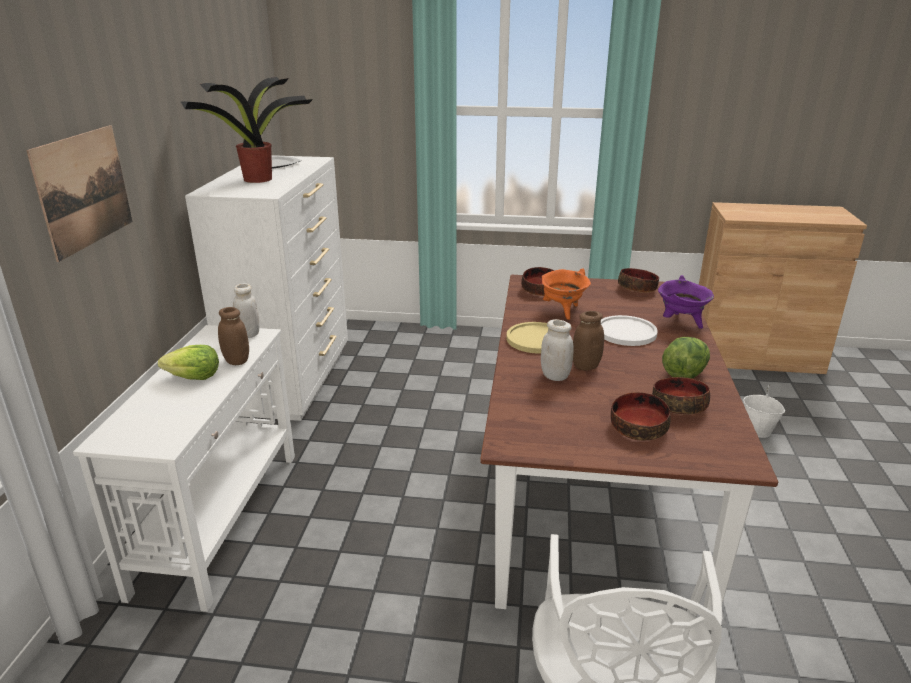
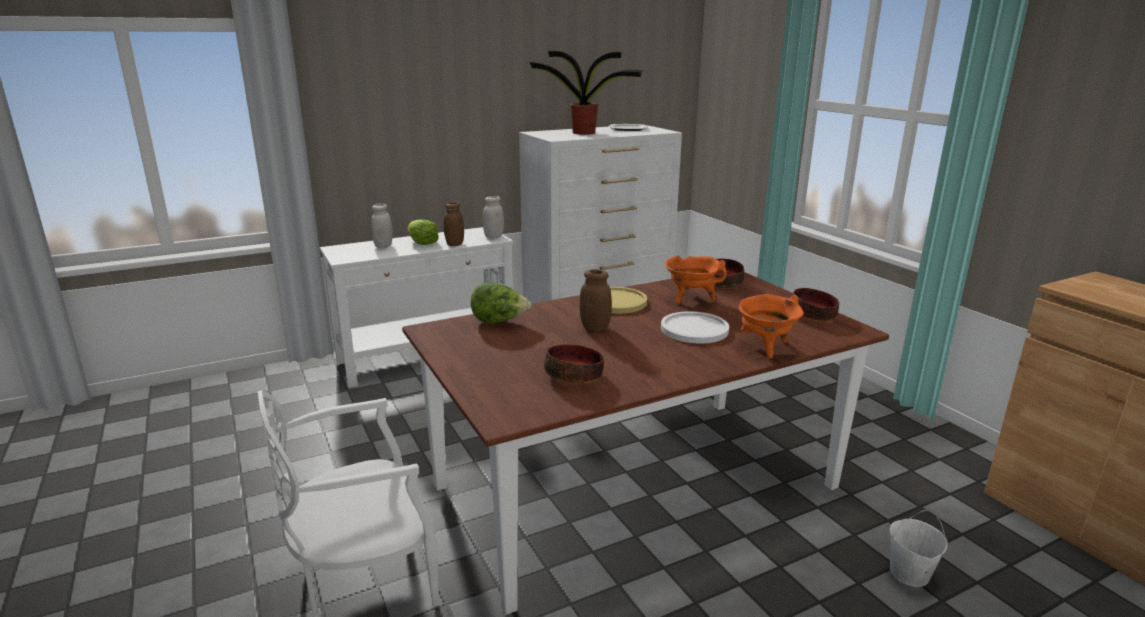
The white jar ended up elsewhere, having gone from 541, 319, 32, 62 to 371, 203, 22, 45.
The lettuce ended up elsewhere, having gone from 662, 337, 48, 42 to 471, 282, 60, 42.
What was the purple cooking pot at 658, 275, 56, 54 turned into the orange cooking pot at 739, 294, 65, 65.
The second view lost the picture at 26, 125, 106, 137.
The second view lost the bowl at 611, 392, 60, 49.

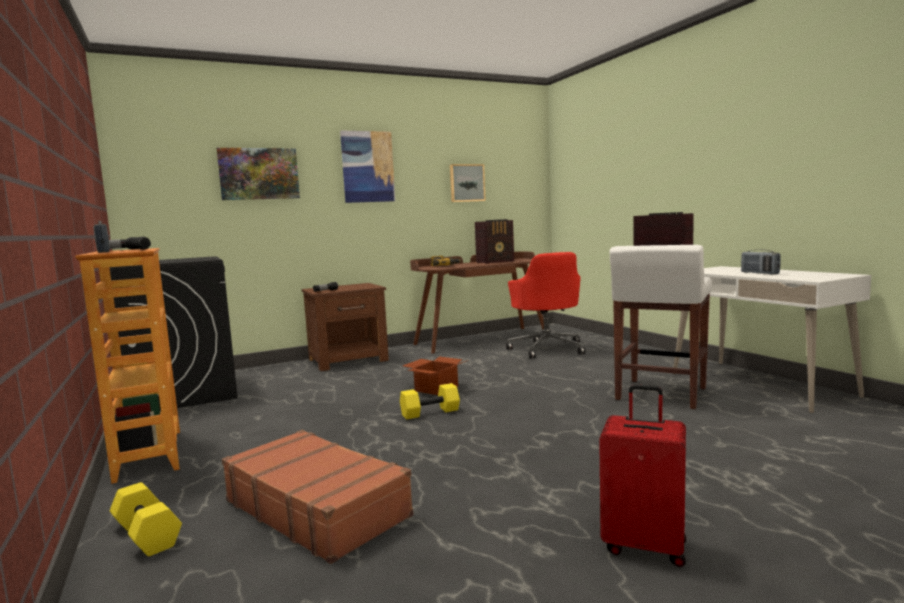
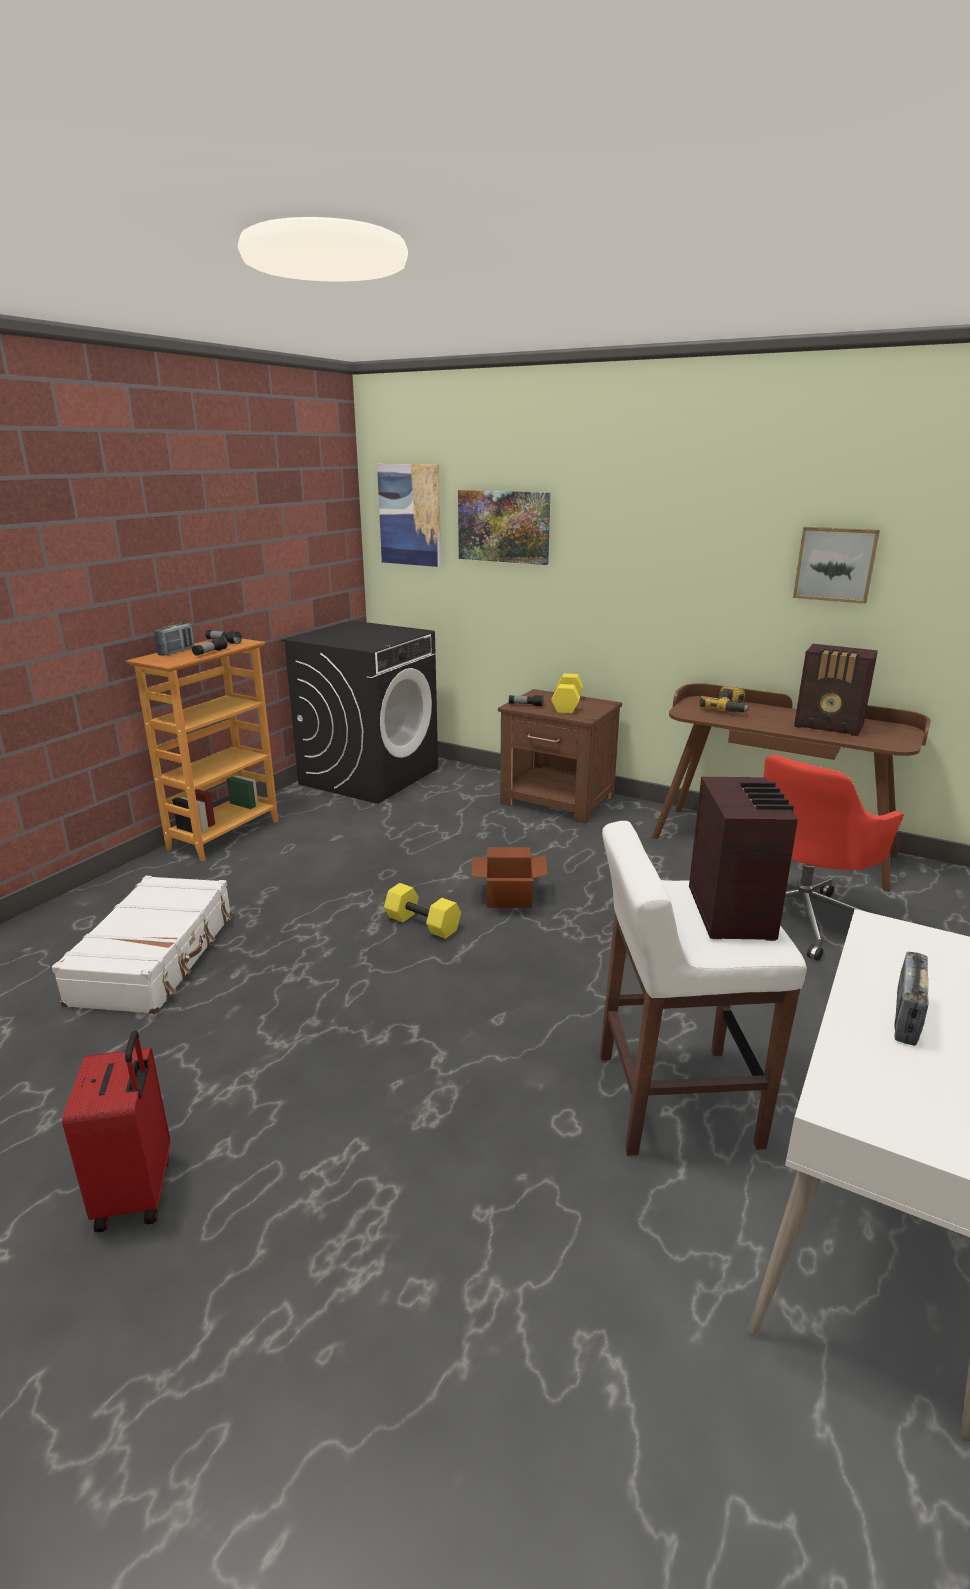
What was the brown suitcase at 222, 430, 192, 134 turned into the white suitcase at 52, 876, 180, 138.
The picture ended up elsewhere, having gone from 340, 130, 55, 73 to 377, 464, 64, 103.
The yellow dumbbell ended up elsewhere, having gone from 110, 482, 72, 74 to 551, 673, 32, 40.

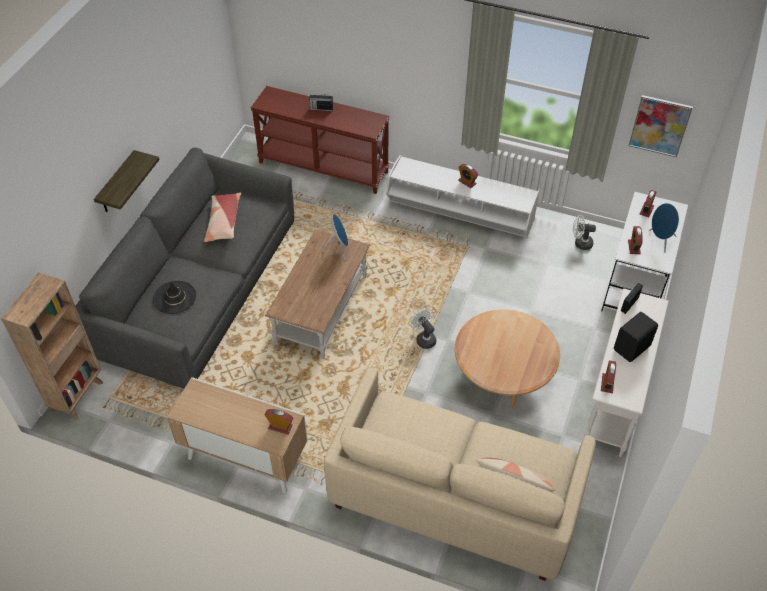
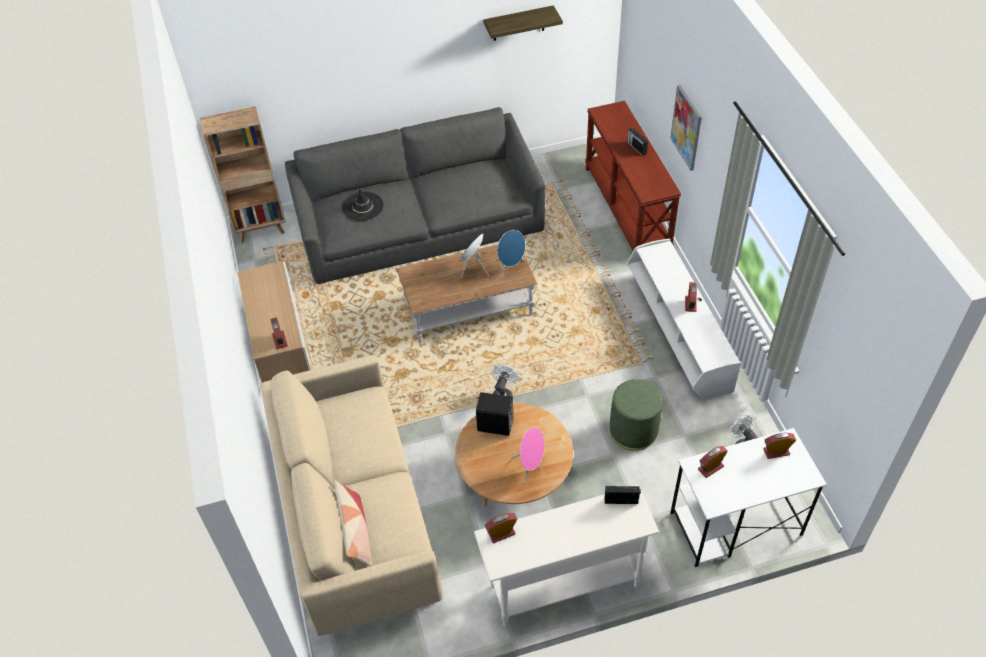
The blue speaker ended up elsewhere, having gone from 649, 203, 30, 50 to 459, 233, 30, 44.
The black speaker ended up elsewhere, having gone from 614, 312, 44, 50 to 476, 392, 38, 44.
The shelf ended up elsewhere, having gone from 94, 150, 66, 62 to 483, 5, 80, 36.
The second view gained the pink speaker at 511, 427, 34, 56.
The second view gained the green ottoman at 610, 379, 53, 71.
The picture ended up elsewhere, having gone from 629, 95, 64, 62 to 670, 85, 32, 86.
The second view lost the pillow at 204, 193, 37, 49.

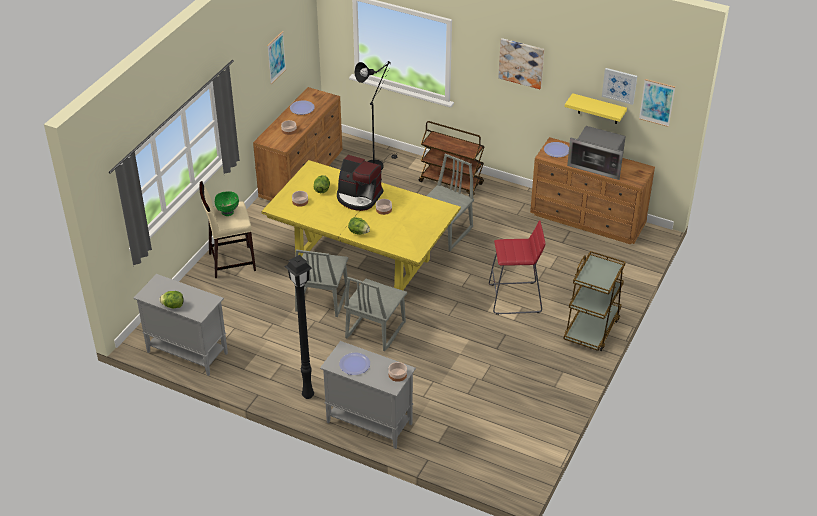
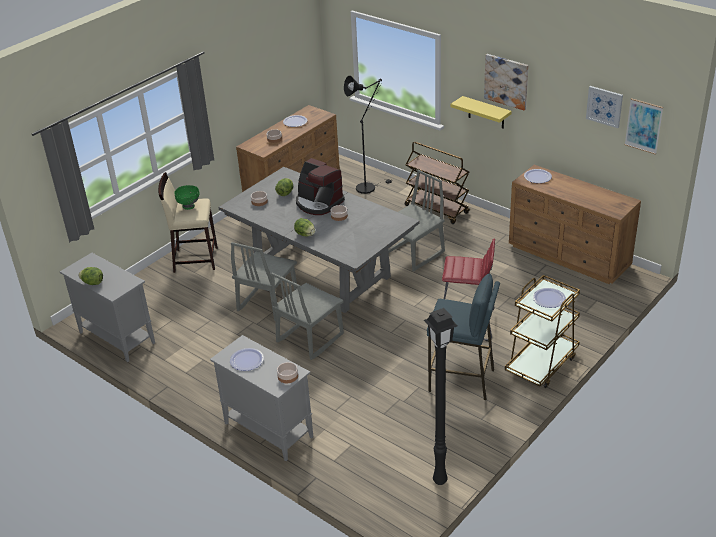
What was the yellow dining table at 261, 160, 200, 130 turned into the grey dining table at 218, 167, 201, 146.
The black floor lamp ended up elsewhere, having gone from 284, 255, 30, 144 to 424, 308, 34, 177.
The second view gained the blue stool at 427, 274, 73, 126.
The yellow shelf ended up elsewhere, having gone from 565, 93, 62, 31 to 450, 96, 62, 33.
The second view gained the plate at 533, 288, 33, 20.
The second view lost the picture at 267, 31, 19, 53.
The second view lost the microwave at 567, 126, 59, 54.

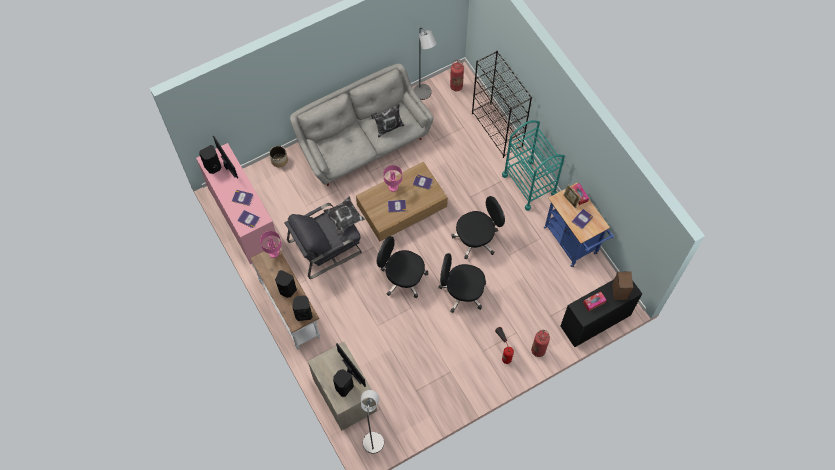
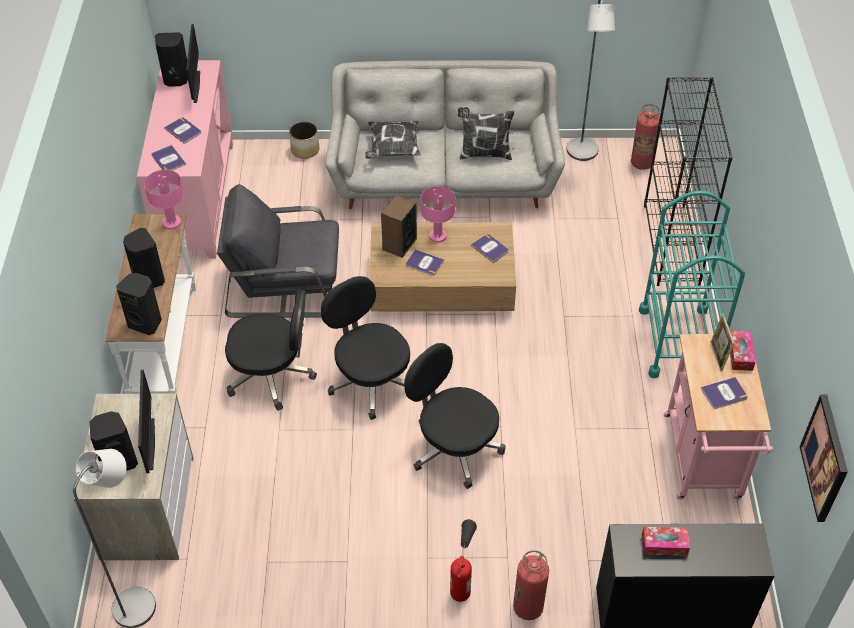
The black office chair ended up elsewhere, having gone from 451, 196, 54, 64 to 225, 289, 92, 121.
The pillow ended up elsewhere, having gone from 323, 196, 42, 40 to 365, 121, 56, 38.
The speaker ended up elsewhere, having gone from 612, 271, 21, 29 to 381, 195, 36, 63.
What was the blue cart at 544, 183, 70, 84 turned into the pink cart at 664, 334, 109, 166.
The second view gained the picture at 799, 395, 49, 127.

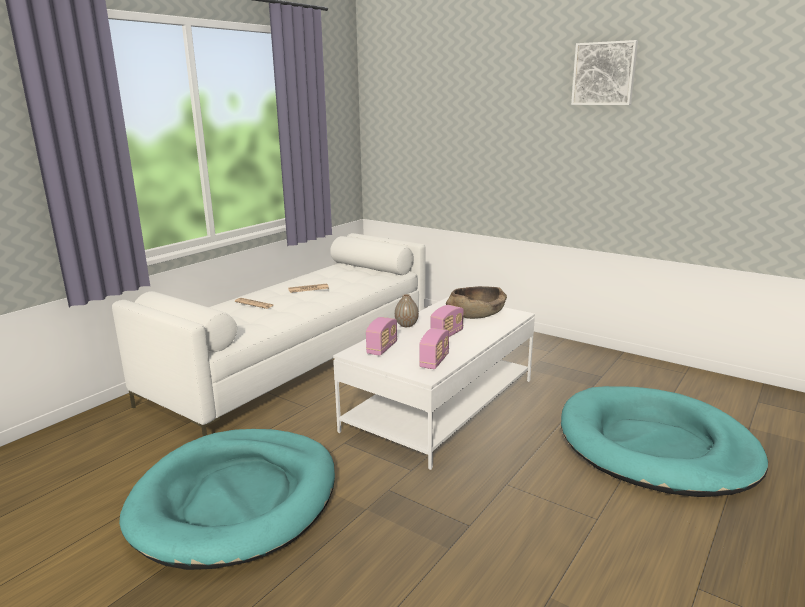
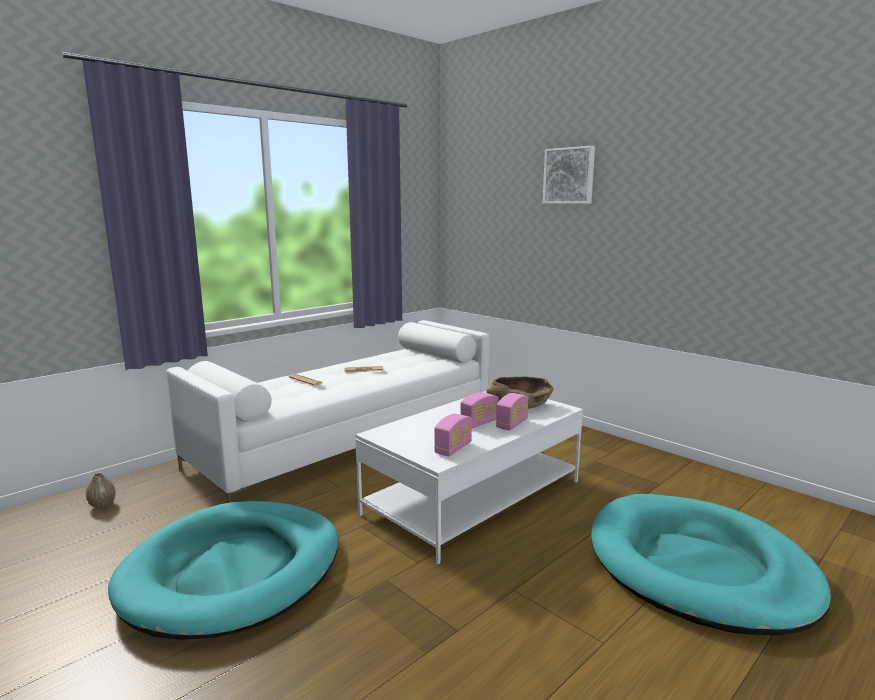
The vase ended up elsewhere, having gone from 395, 294, 24, 33 to 86, 473, 30, 36.
The radio ended up elsewhere, having gone from 366, 317, 31, 39 to 496, 393, 32, 37.
The picture ended up elsewhere, having gone from 571, 40, 67, 65 to 543, 146, 52, 58.

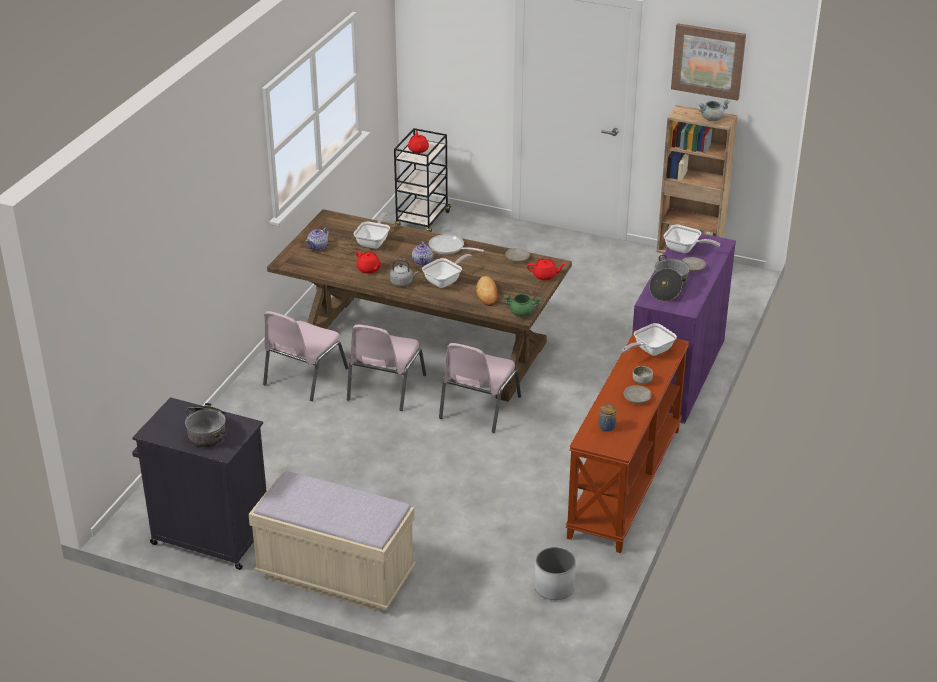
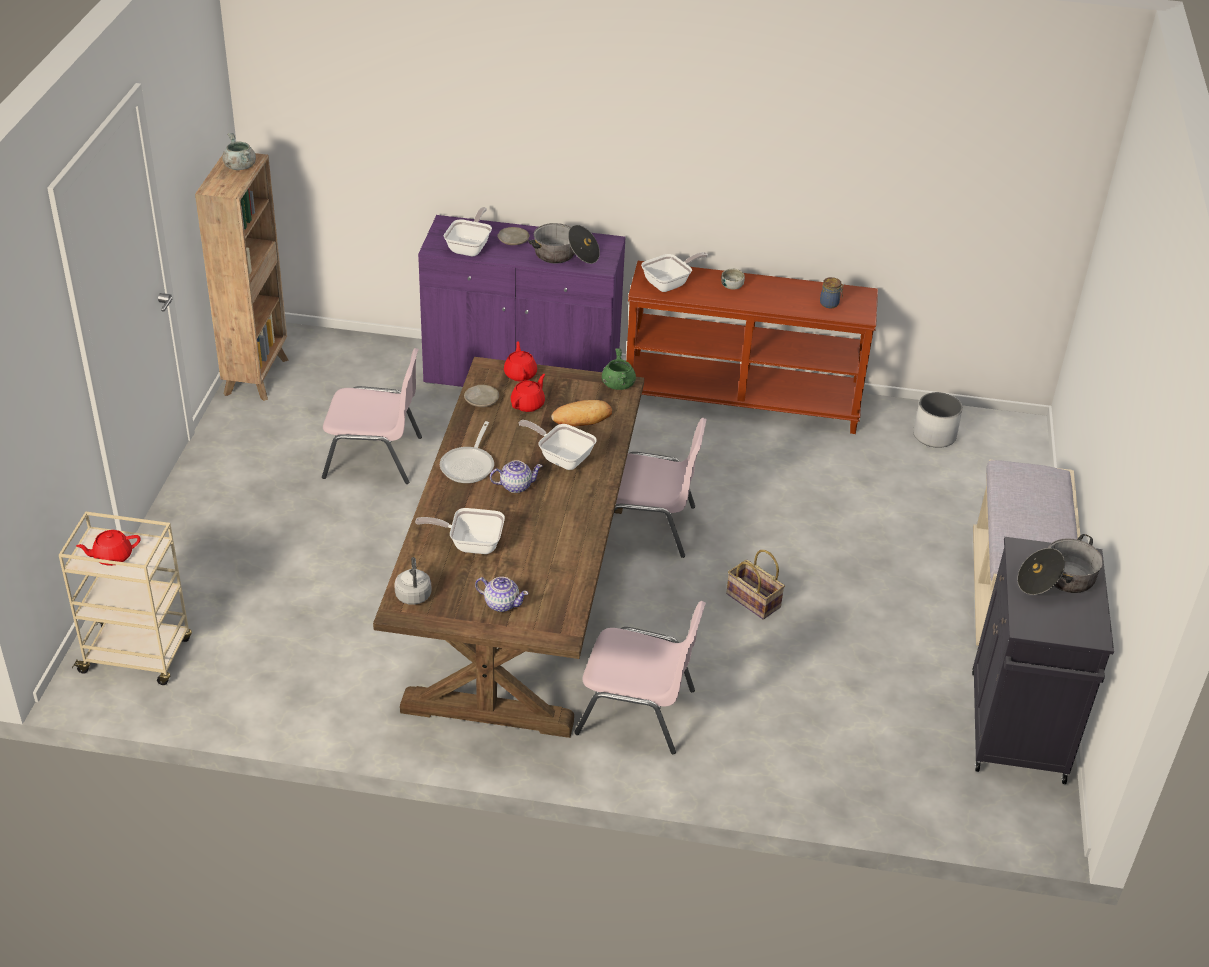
What was the black cart at 394, 128, 57, 104 turned into the beige cart at 59, 511, 133, 174.
The pink chair ended up elsewhere, having gone from 347, 325, 79, 86 to 322, 348, 100, 136.
The grey kettle ended up elsewhere, having gone from 390, 259, 28, 27 to 394, 557, 38, 48.
The red teapot ended up elsewhere, having gone from 356, 252, 26, 22 to 511, 374, 34, 38.
The frying pan at 622, 323, 55, 33 ended up facing another way, 75 degrees counterclockwise from before.
The second view gained the basket at 726, 550, 59, 70.
The second view lost the beige plate at 624, 385, 27, 19.
The second view lost the picture at 671, 23, 75, 78.

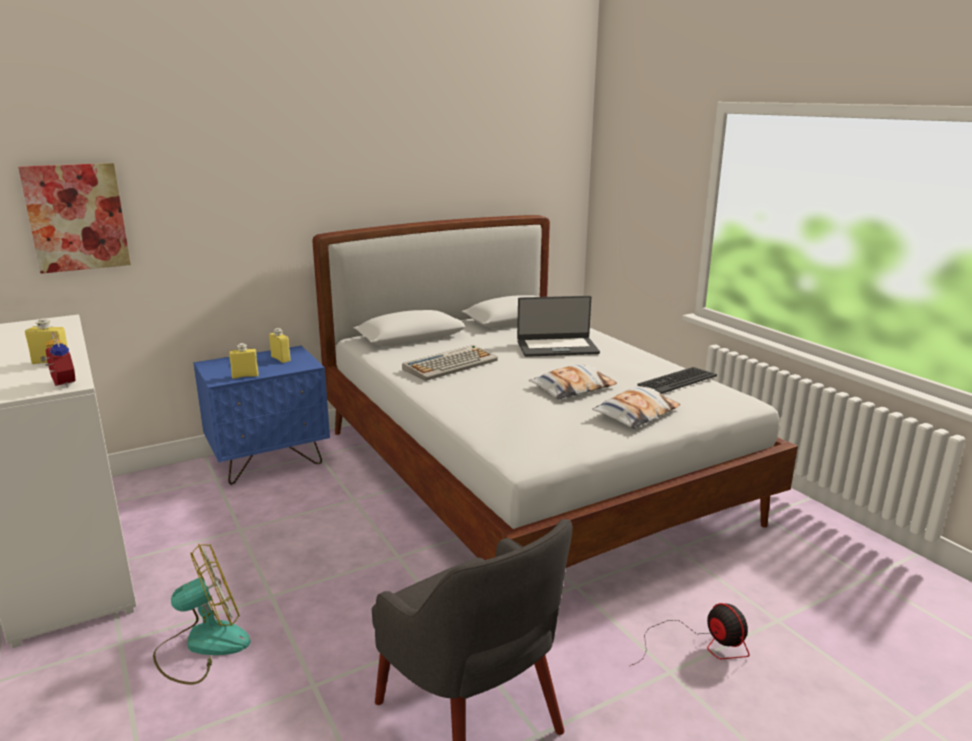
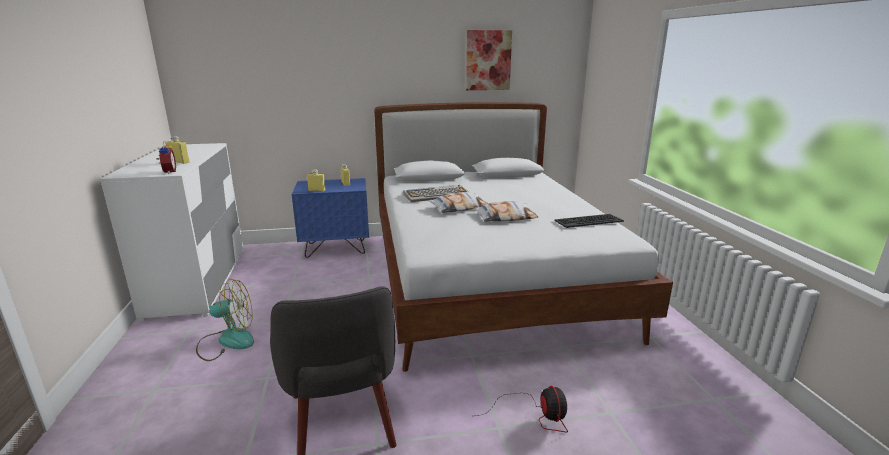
The pillow ended up elsewhere, having gone from 592, 386, 88, 43 to 428, 192, 60, 21.
The picture ended up elsewhere, having gone from 18, 163, 113, 111 to 466, 30, 46, 60.
The second view lost the laptop at 517, 296, 83, 61.

